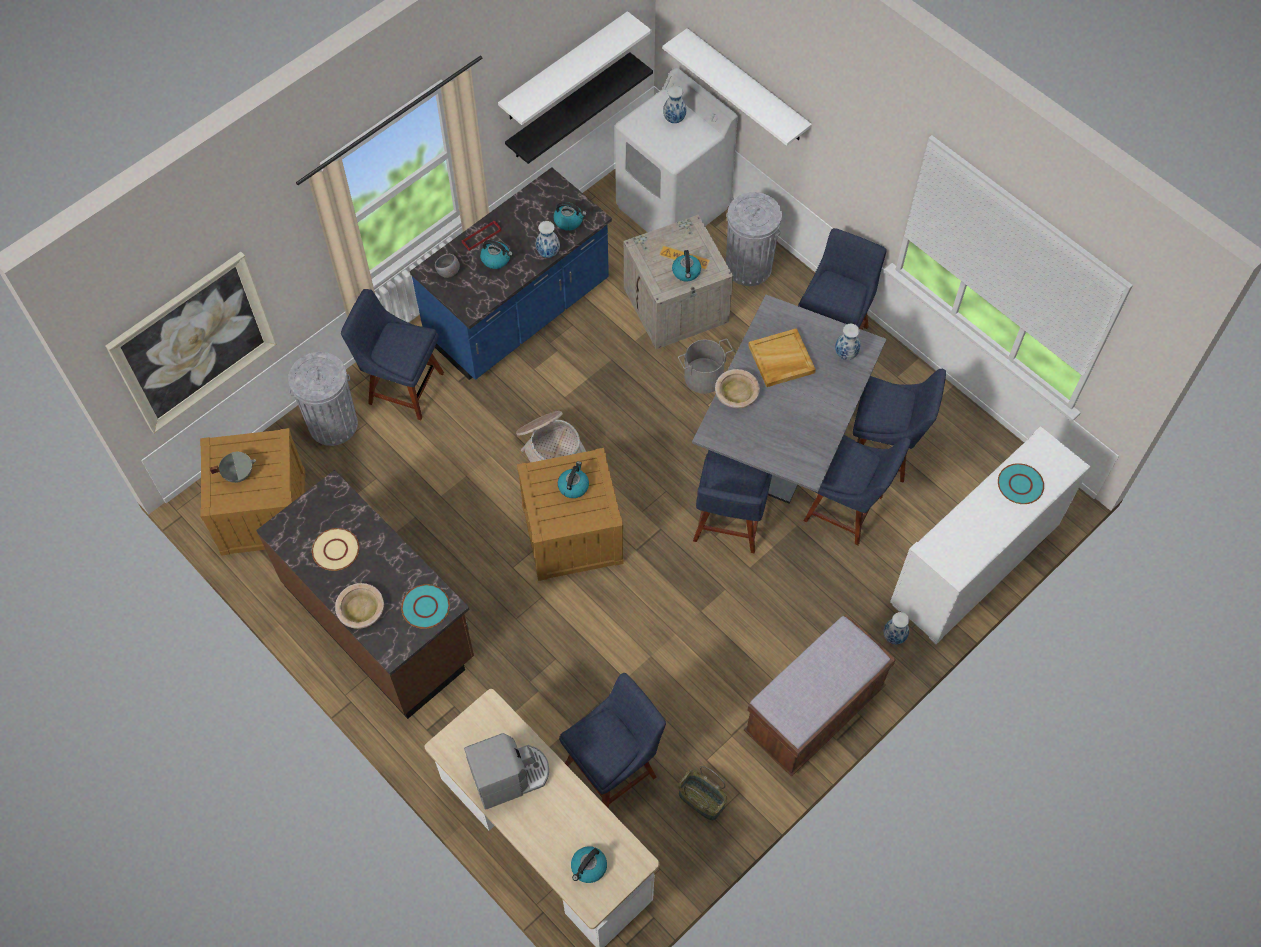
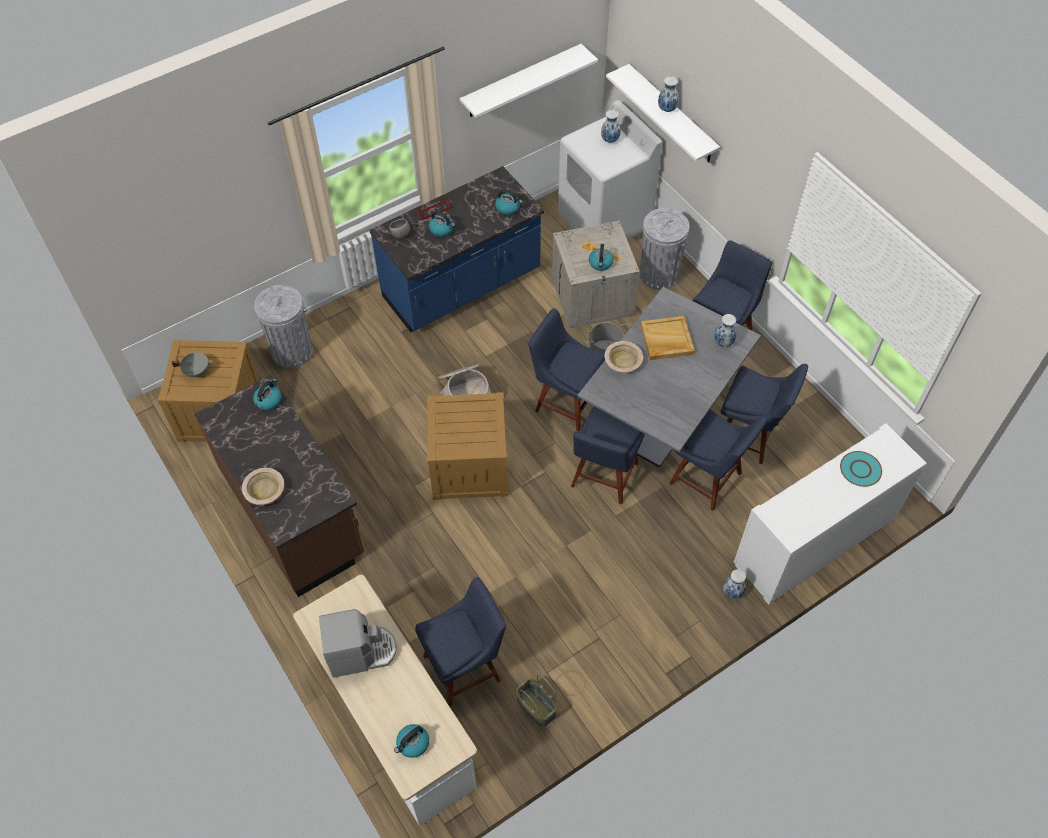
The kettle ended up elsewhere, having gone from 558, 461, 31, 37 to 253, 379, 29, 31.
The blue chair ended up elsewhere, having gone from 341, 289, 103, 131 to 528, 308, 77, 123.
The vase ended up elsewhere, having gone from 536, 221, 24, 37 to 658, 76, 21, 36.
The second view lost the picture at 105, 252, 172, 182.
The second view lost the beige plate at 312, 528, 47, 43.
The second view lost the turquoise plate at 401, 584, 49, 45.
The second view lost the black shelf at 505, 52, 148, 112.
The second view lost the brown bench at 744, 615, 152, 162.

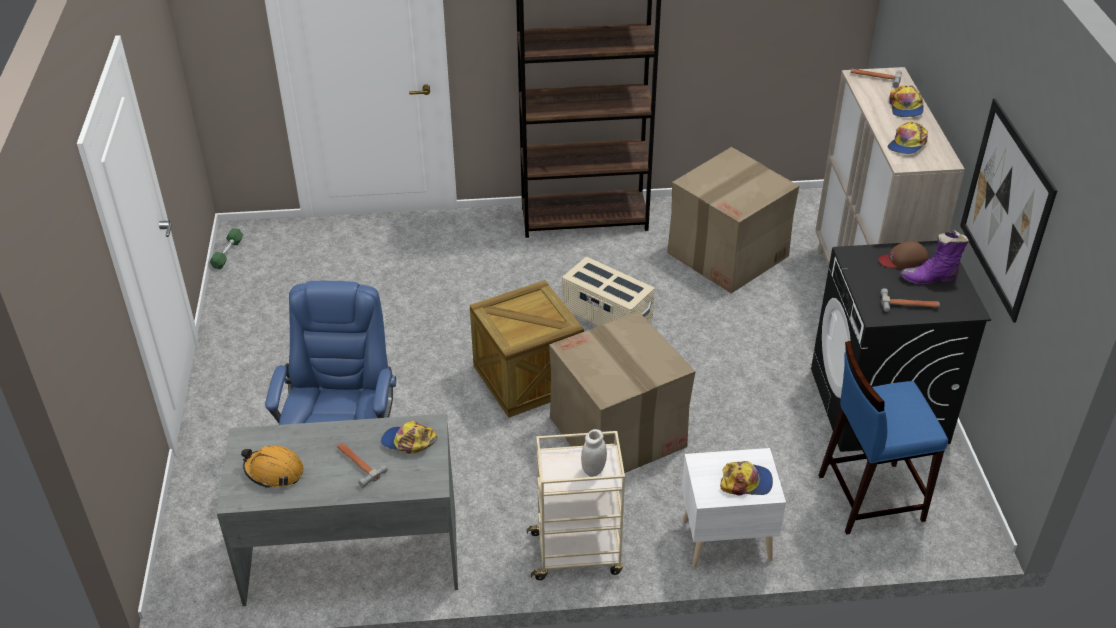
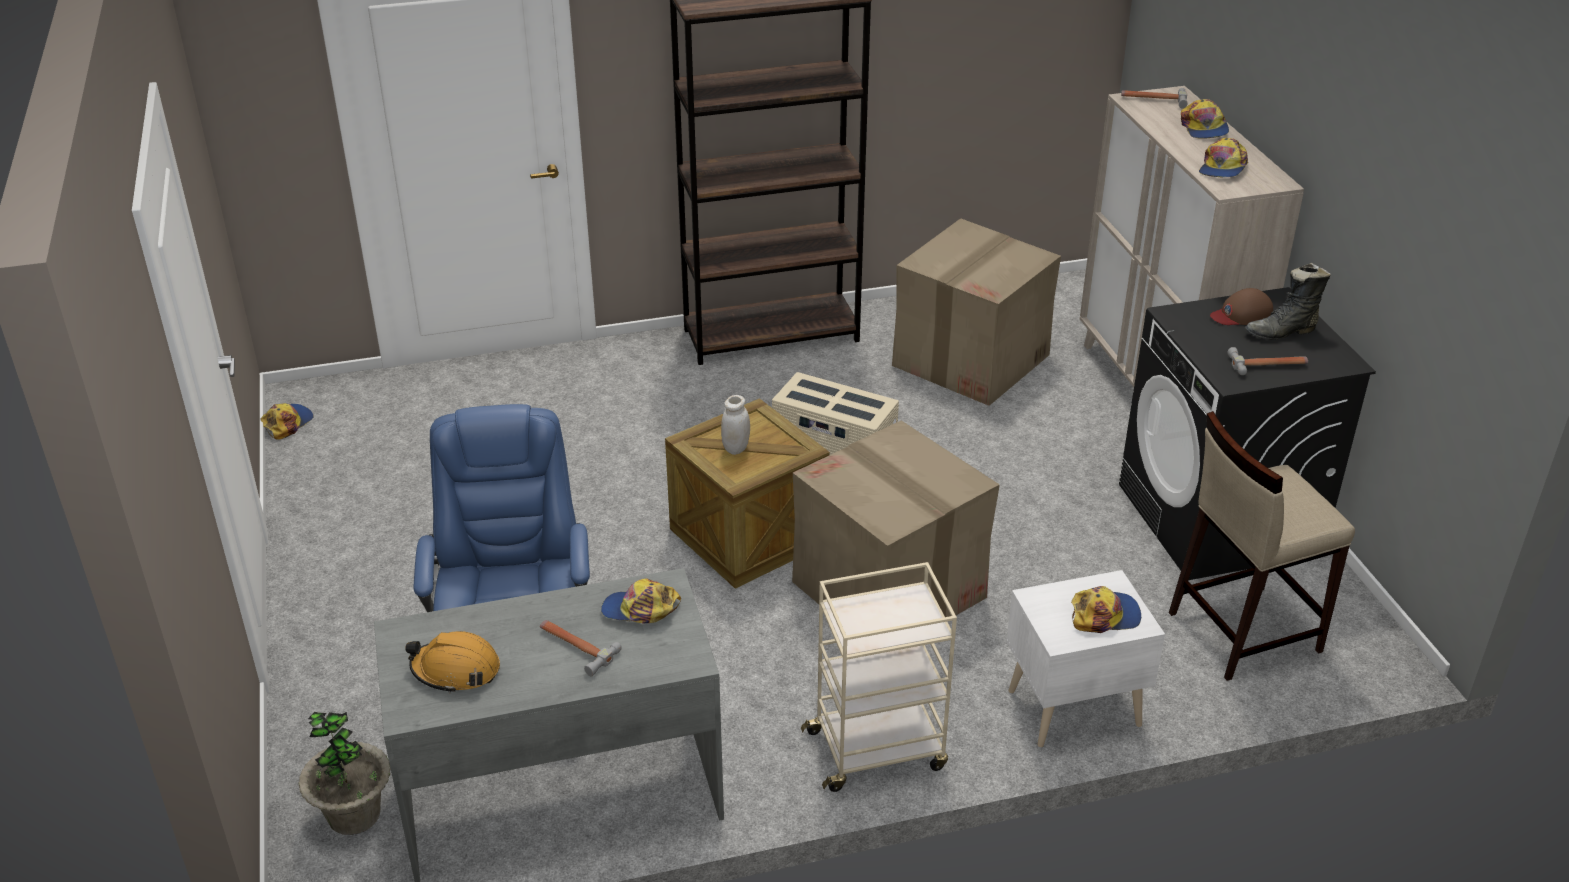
Where the green dumbbell stood at 210, 228, 33, 41, the cap came to stand at 260, 403, 54, 37.
The second view gained the potted plant at 299, 712, 92, 123.
The white jar ended up elsewhere, having gone from 581, 429, 26, 48 to 721, 395, 29, 60.
What was the blue stool at 818, 341, 130, 193 turned into the beige stool at 1169, 411, 186, 270.
What was the purple boot at 900, 230, 69, 54 turned into the black boot at 1245, 263, 86, 77.
The second view lost the picture at 960, 98, 97, 225.

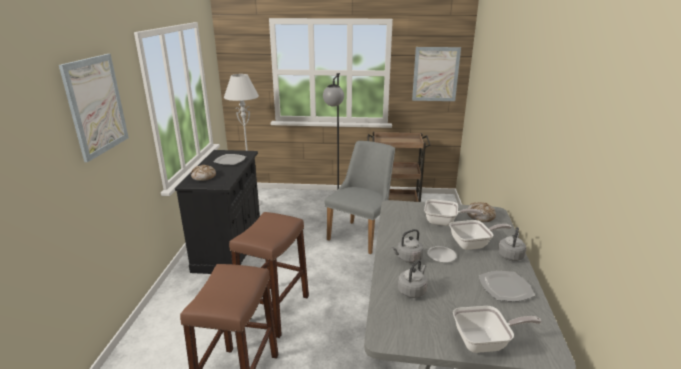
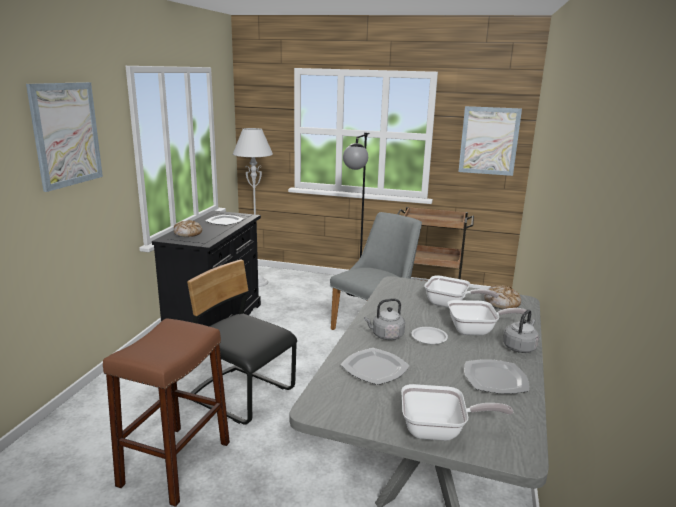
Where the brown stool stood at 229, 212, 80, 126, the black chair came to stand at 187, 260, 110, 165.
Where the grey kettle stood at 398, 260, 30, 38, the plate came to stand at 340, 348, 70, 37.

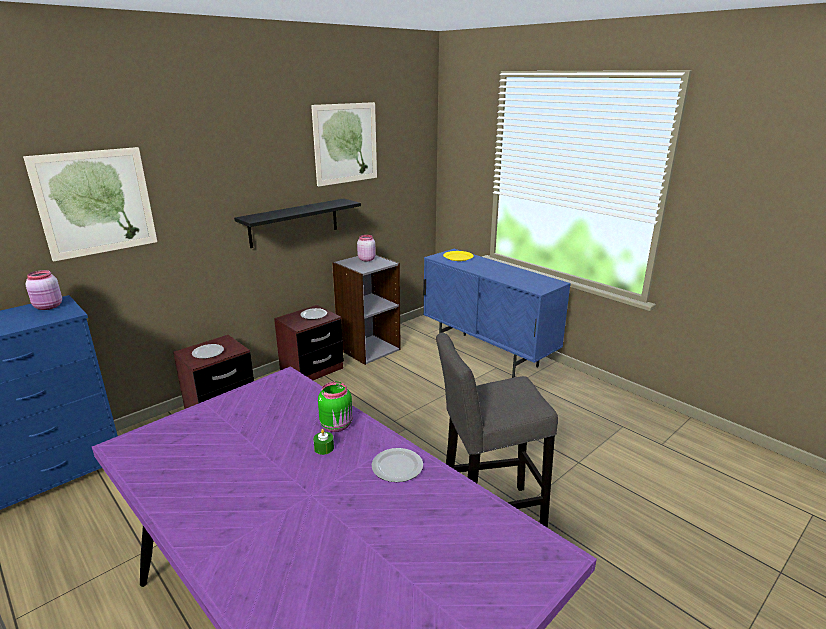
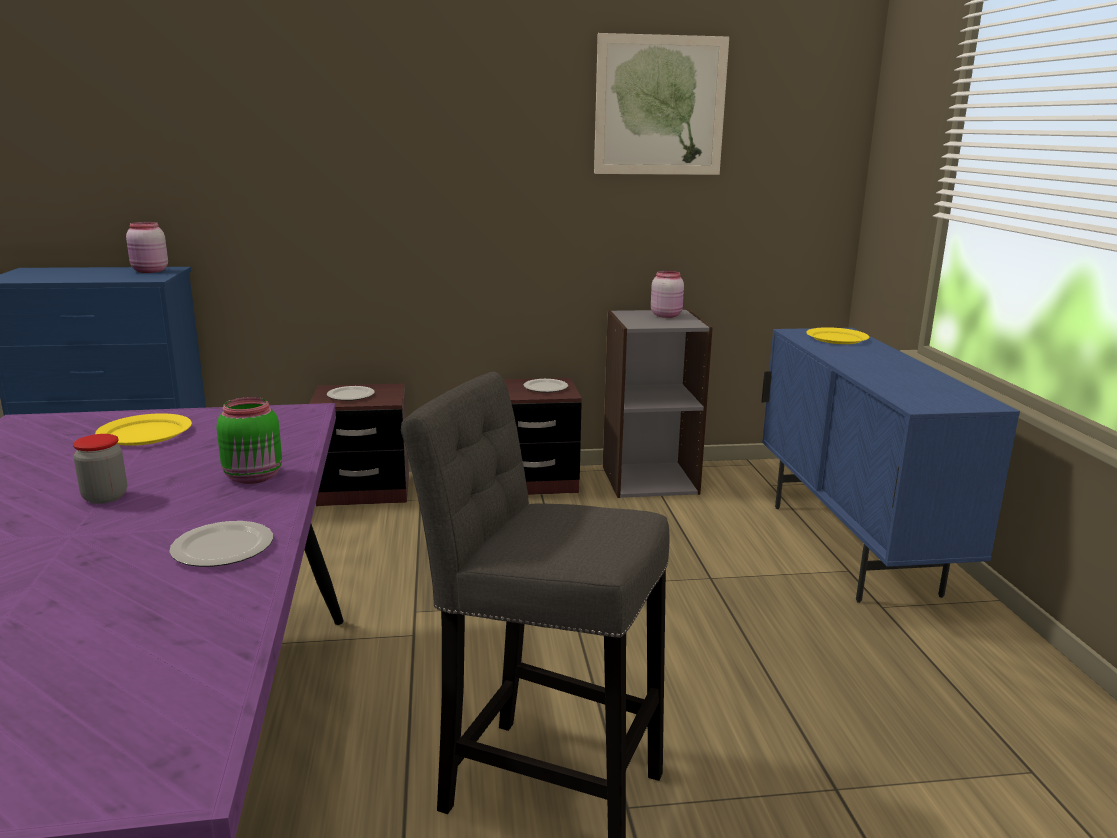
The second view gained the jar at 73, 434, 54, 70.
The second view gained the yellow plate at 95, 413, 97, 33.
The second view lost the picture at 23, 147, 134, 115.
The second view lost the black shelf at 234, 198, 127, 50.
The second view lost the green candle at 313, 429, 21, 26.

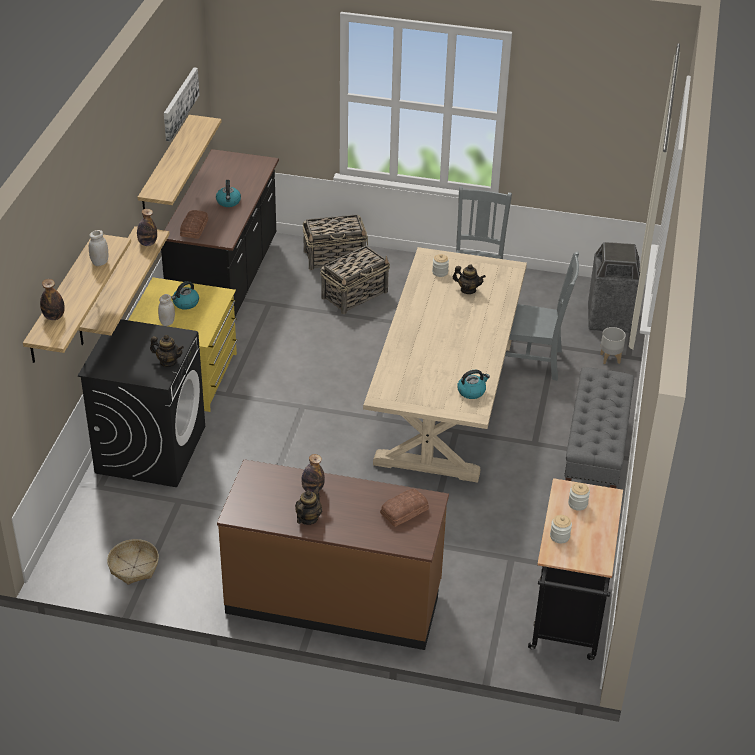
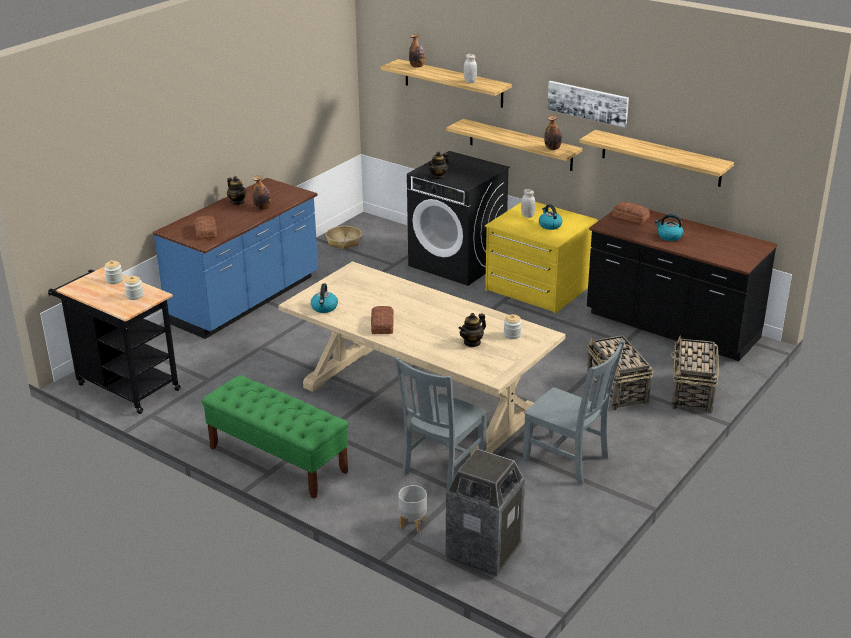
What was the brown counter at 217, 460, 232, 190 turned into the blue counter at 153, 178, 165, 161.
What was the grey bench at 564, 368, 70, 120 turned into the green bench at 202, 375, 147, 124.
The second view gained the bread at 371, 306, 23, 28.
The picture ended up elsewhere, having gone from 164, 67, 35, 75 to 547, 81, 82, 46.

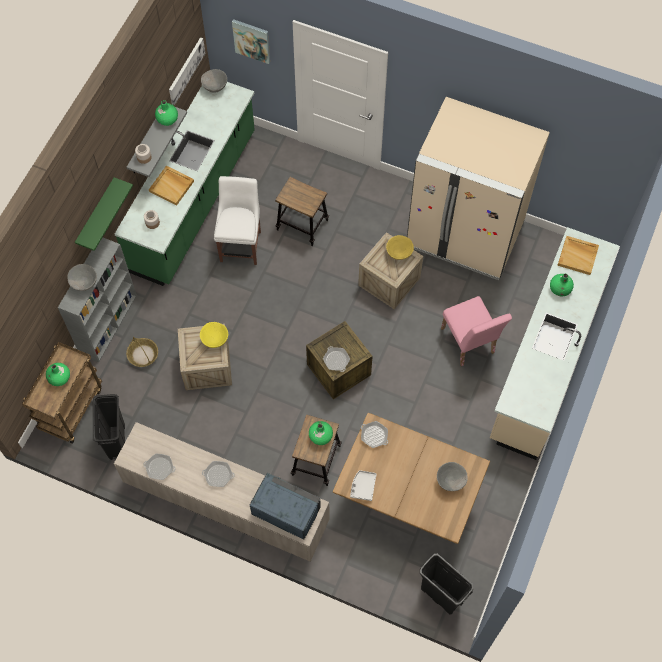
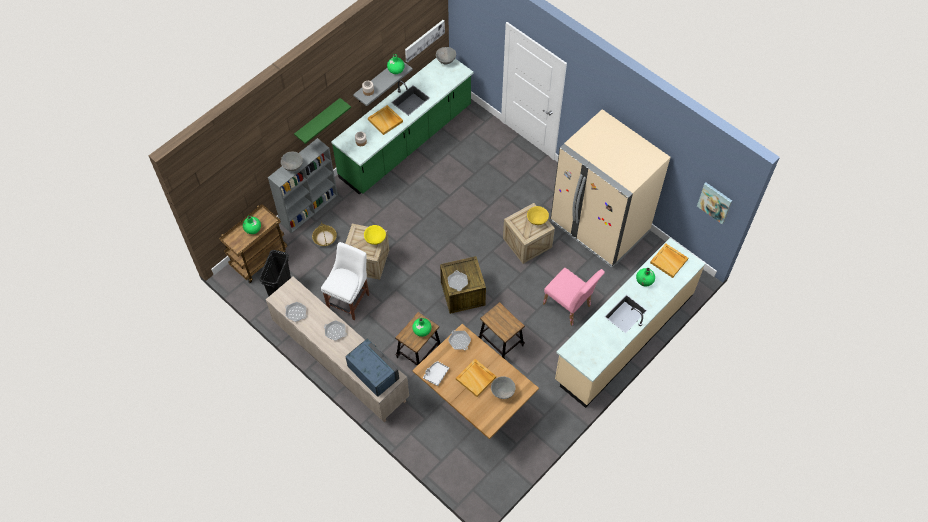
The white chair ended up elsewhere, having gone from 214, 176, 47, 89 to 321, 242, 48, 78.
The second view gained the beige tray at 456, 359, 40, 38.
The stool ended up elsewhere, having gone from 275, 177, 54, 69 to 478, 302, 47, 57.
The pink chair at 441, 296, 71, 70 ended up facing another way, 45 degrees counterclockwise from before.
The picture ended up elsewhere, having gone from 232, 19, 38, 45 to 697, 183, 35, 41.
The second view lost the black trash can at 420, 553, 54, 61.

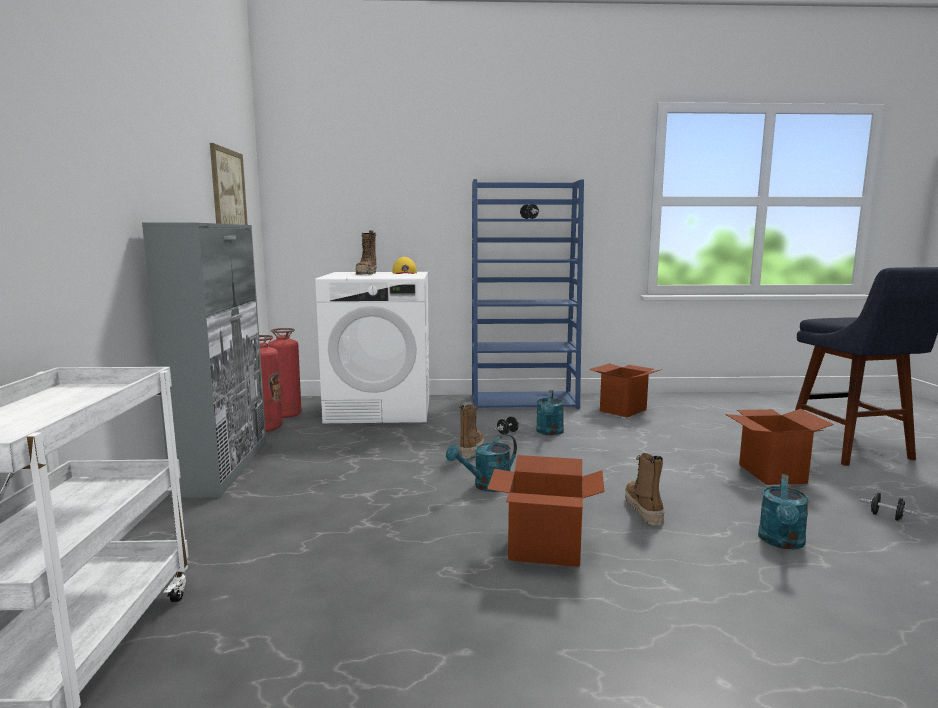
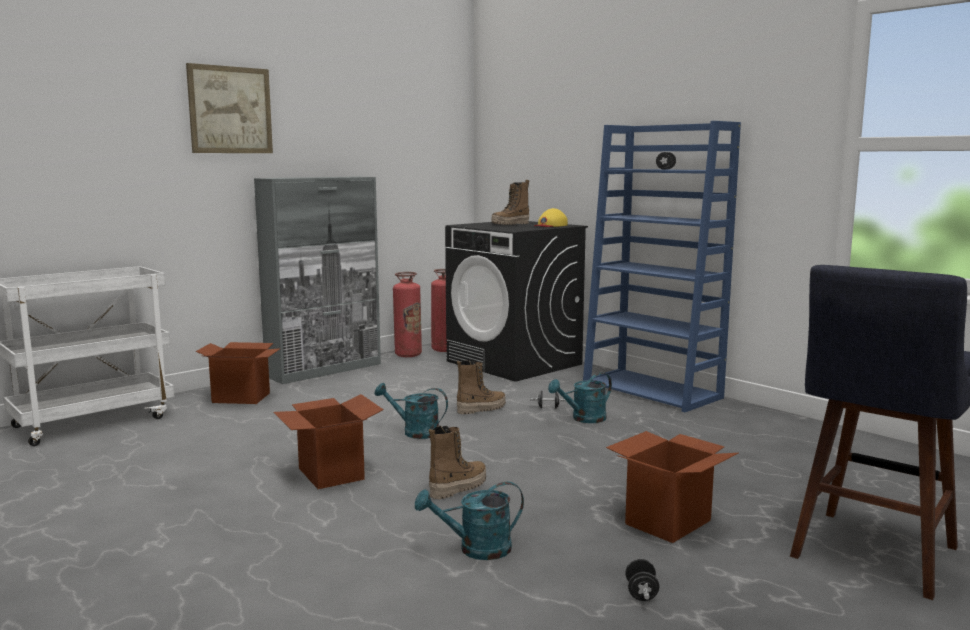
The picture ended up elsewhere, having gone from 210, 143, 38, 82 to 186, 63, 87, 90.
The cardboard box ended up elsewhere, having gone from 589, 364, 71, 54 to 196, 342, 85, 62.
What was the white washing machine at 315, 272, 114, 151 turned into the black washing machine at 445, 221, 143, 161.

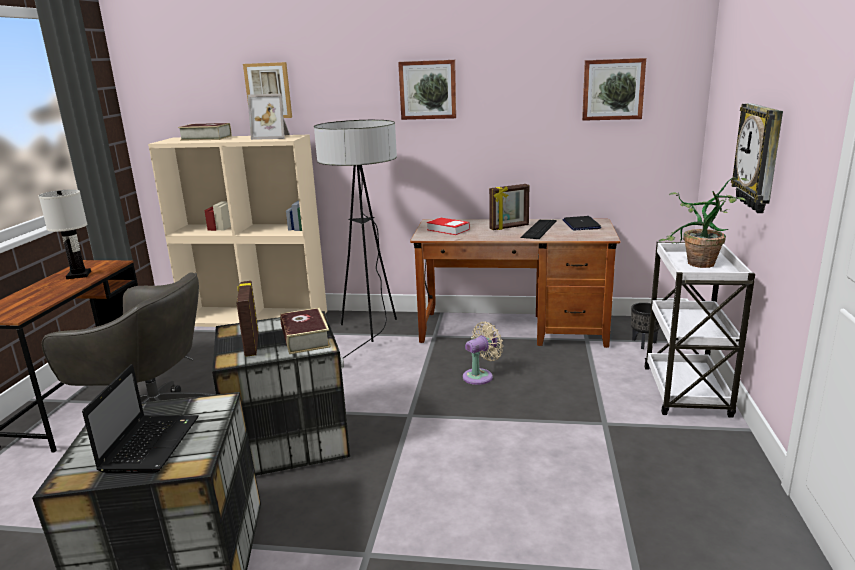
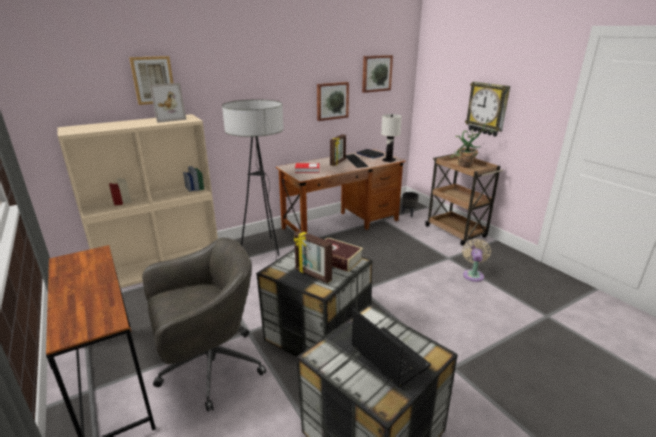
The picture ended up elsewhere, having gone from 398, 60, 58, 60 to 317, 82, 32, 39.
The white table lamp ended up elsewhere, having gone from 39, 189, 52, 90 to 381, 114, 21, 48.
What was the white cart at 644, 242, 111, 176 turned into the brown cart at 425, 154, 78, 92.
The beige fan ended up elsewhere, having gone from 463, 322, 40, 63 to 462, 239, 29, 43.
The second view lost the book at 178, 123, 54, 18.

